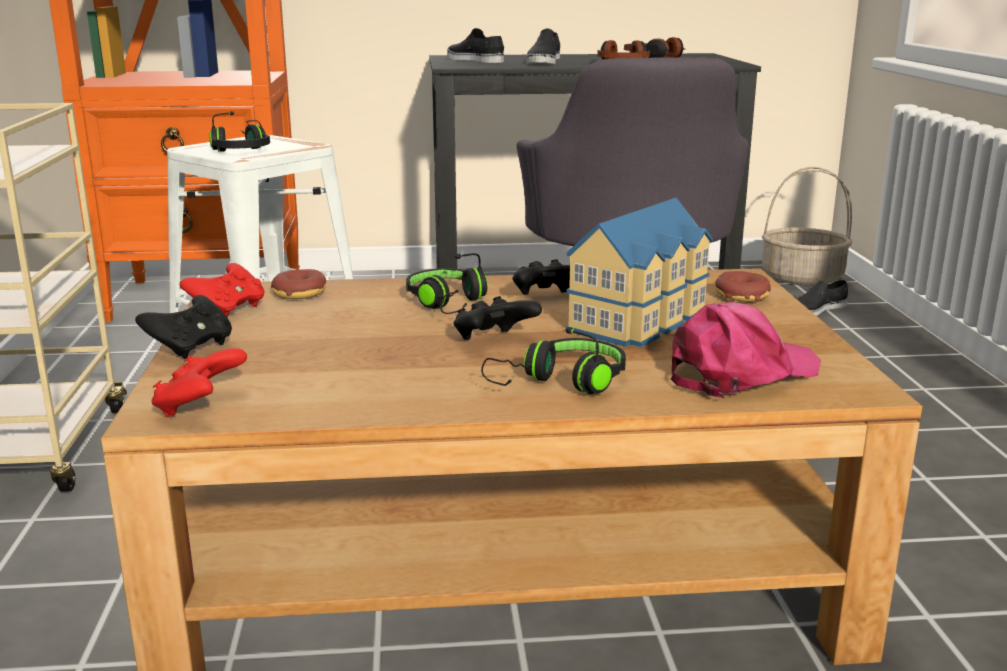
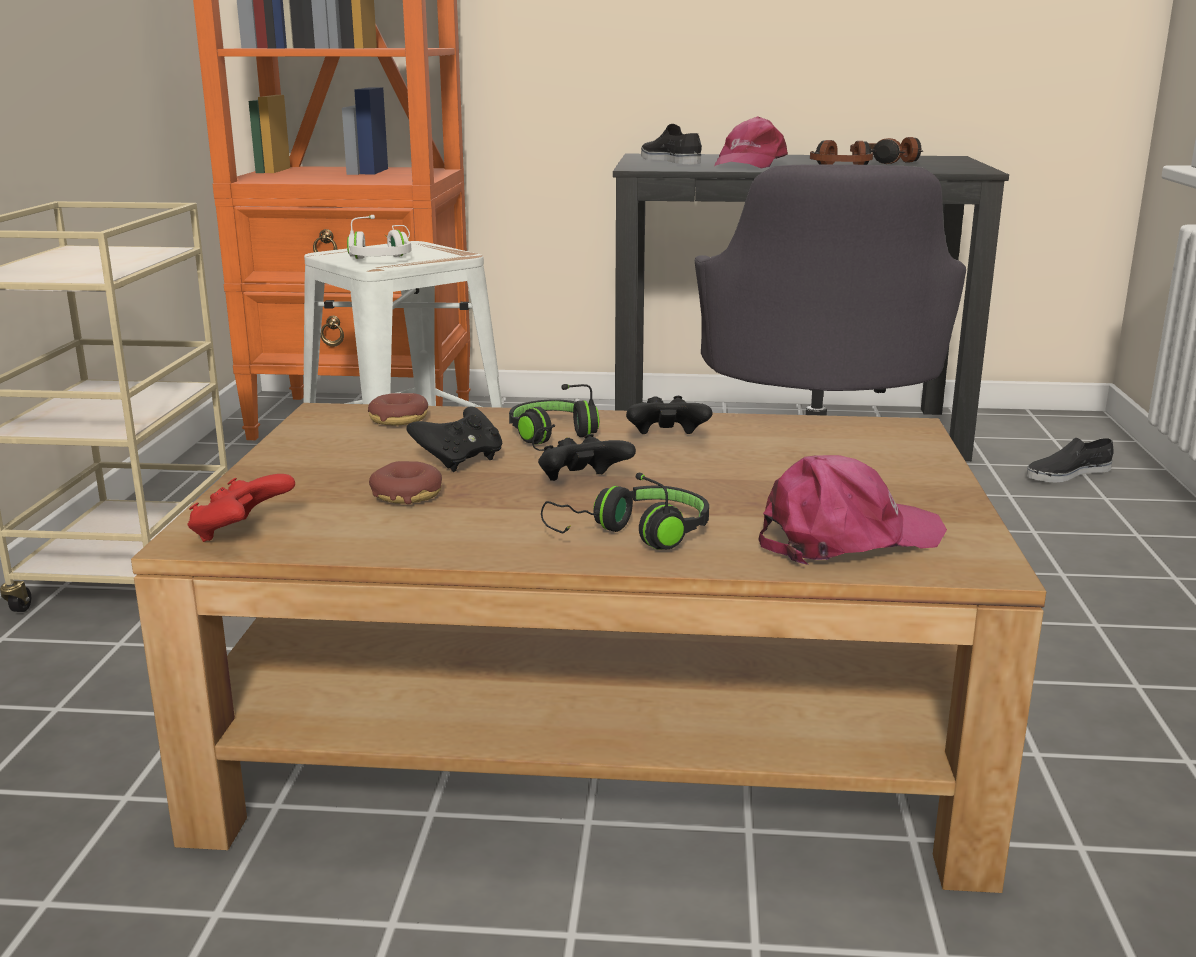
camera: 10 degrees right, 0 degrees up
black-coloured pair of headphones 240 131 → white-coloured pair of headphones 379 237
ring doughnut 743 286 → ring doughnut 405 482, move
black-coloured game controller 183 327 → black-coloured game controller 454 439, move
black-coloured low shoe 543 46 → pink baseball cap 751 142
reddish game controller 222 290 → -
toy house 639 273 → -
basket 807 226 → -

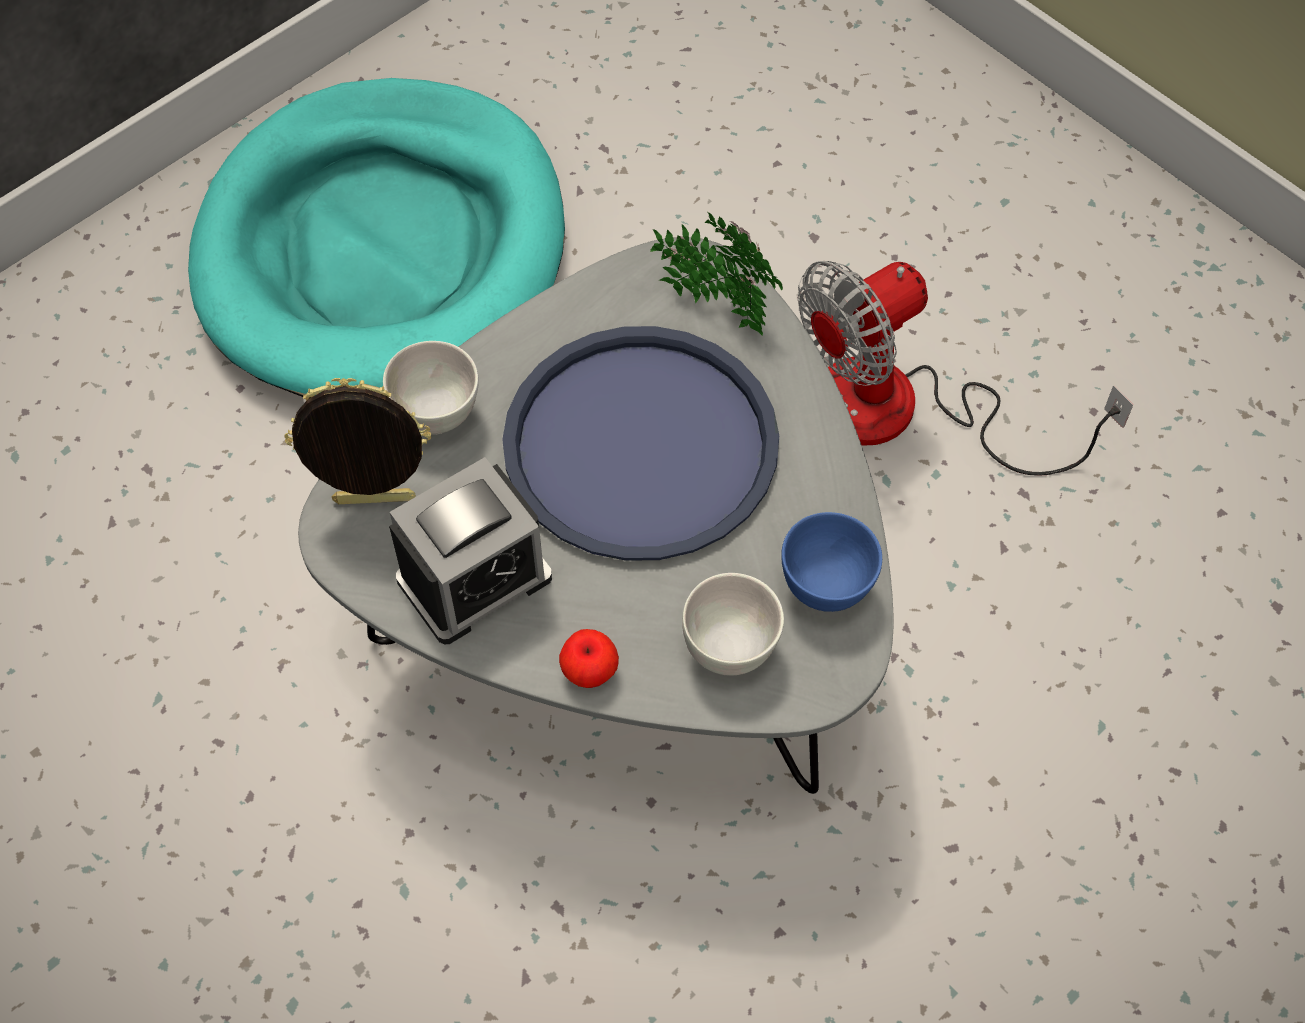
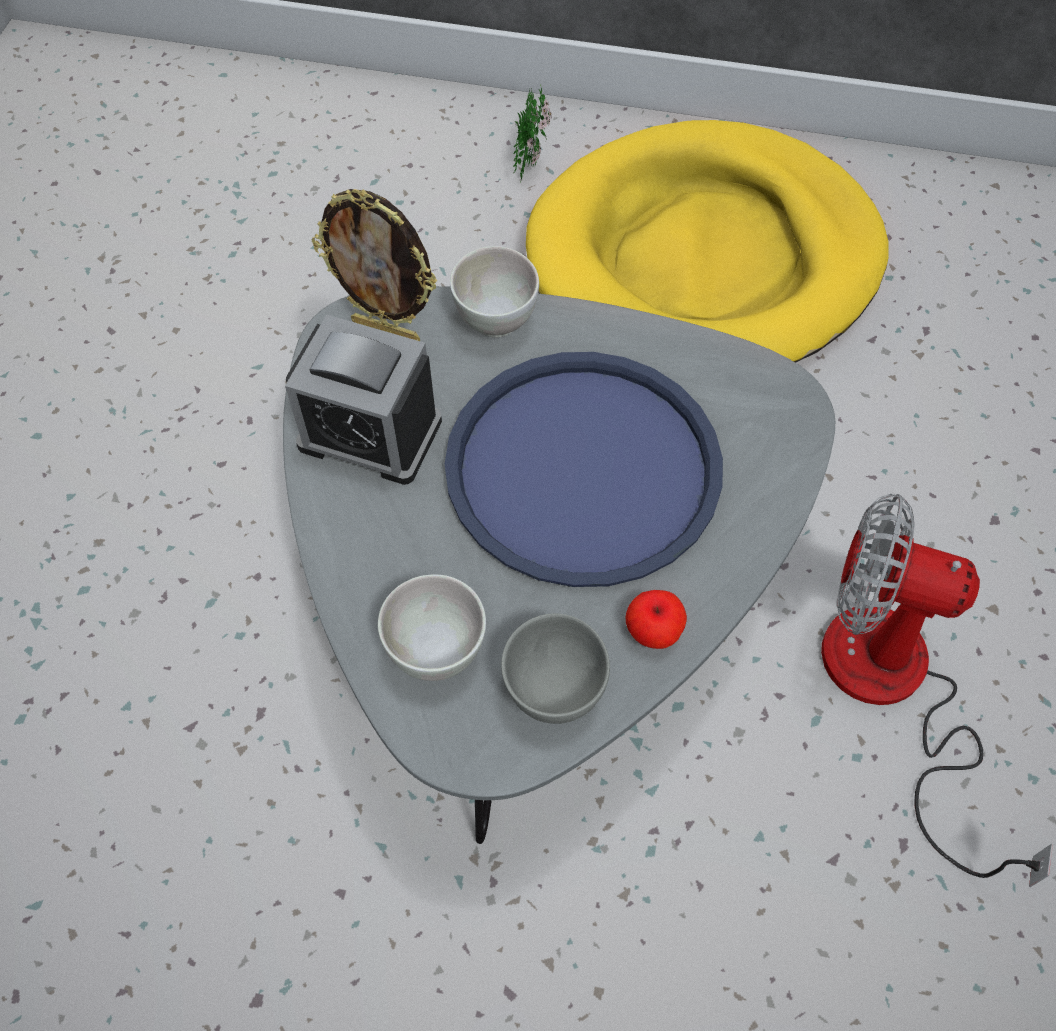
camera: 55 degrees right, 0 degrees up
standing frame 357 441 → standing frame 374 265, 150 degrees clockwise
bluish bowl 831 562 → greyish bowl 555 668
houseplant 716 273 → houseplant 532 132, move
blue-green pet bed 376 237 → yellowish pet bed 707 241
apple fruit 589 658 → apple fruit 656 619, move

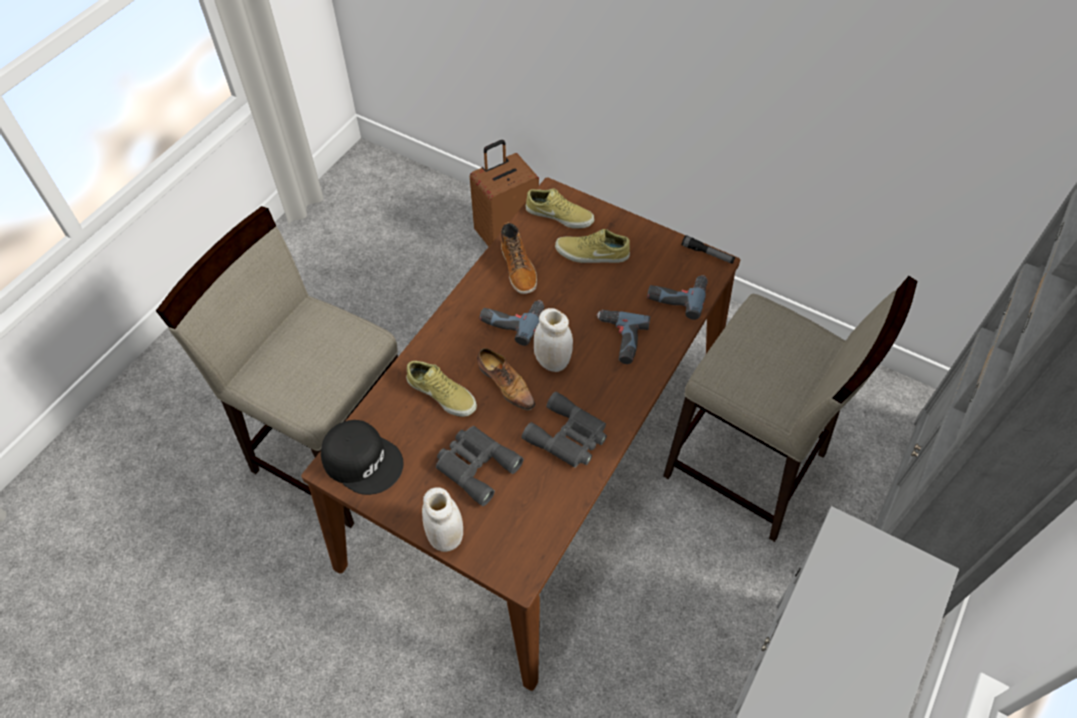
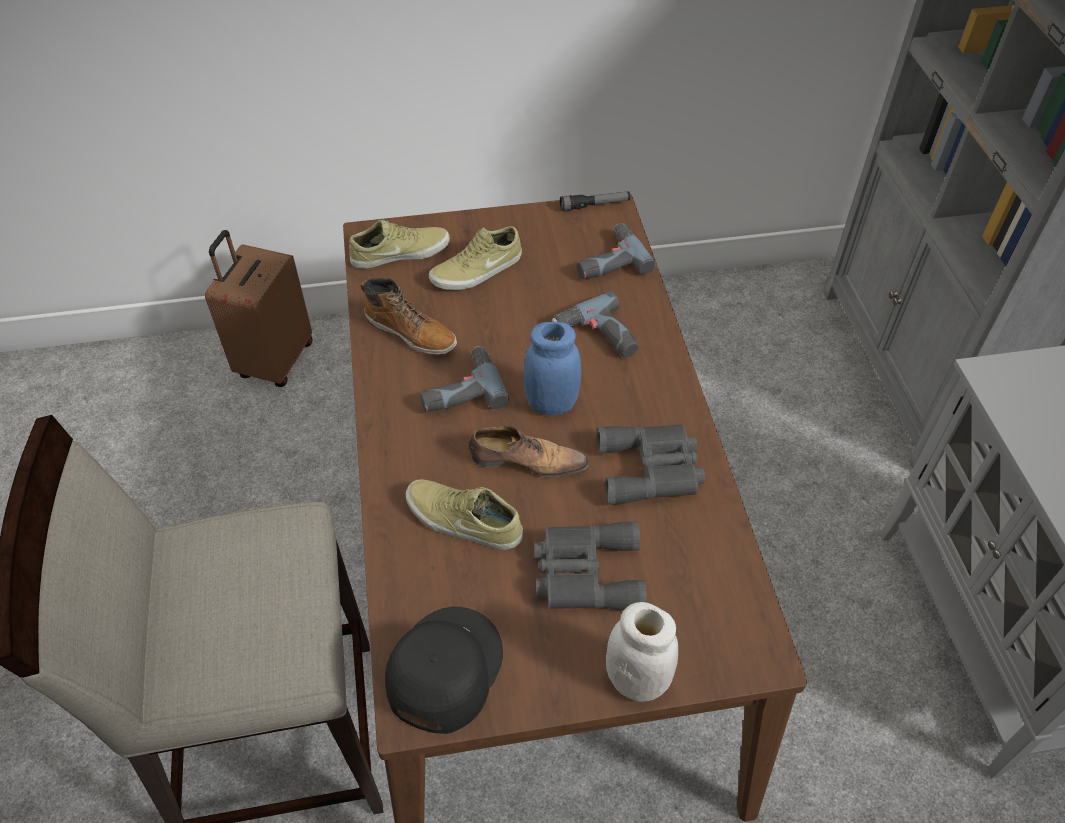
camera: 40 degrees left, 5 degrees down
black-coloured baseball cap 362 457 → black-coloured baseball cap 444 670, 60 degrees counterclockwise
sand-coloured low shoe 441 389 → sand-coloured low shoe 464 514, 150 degrees counterclockwise
white-coloured storage jar 553 340 → bluish storage jar 552 368
sand-coloured sitting stool 790 409 → -

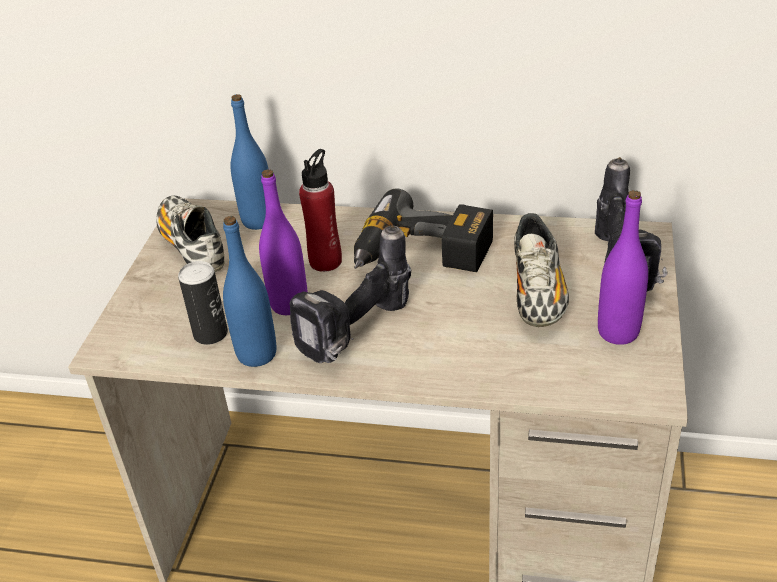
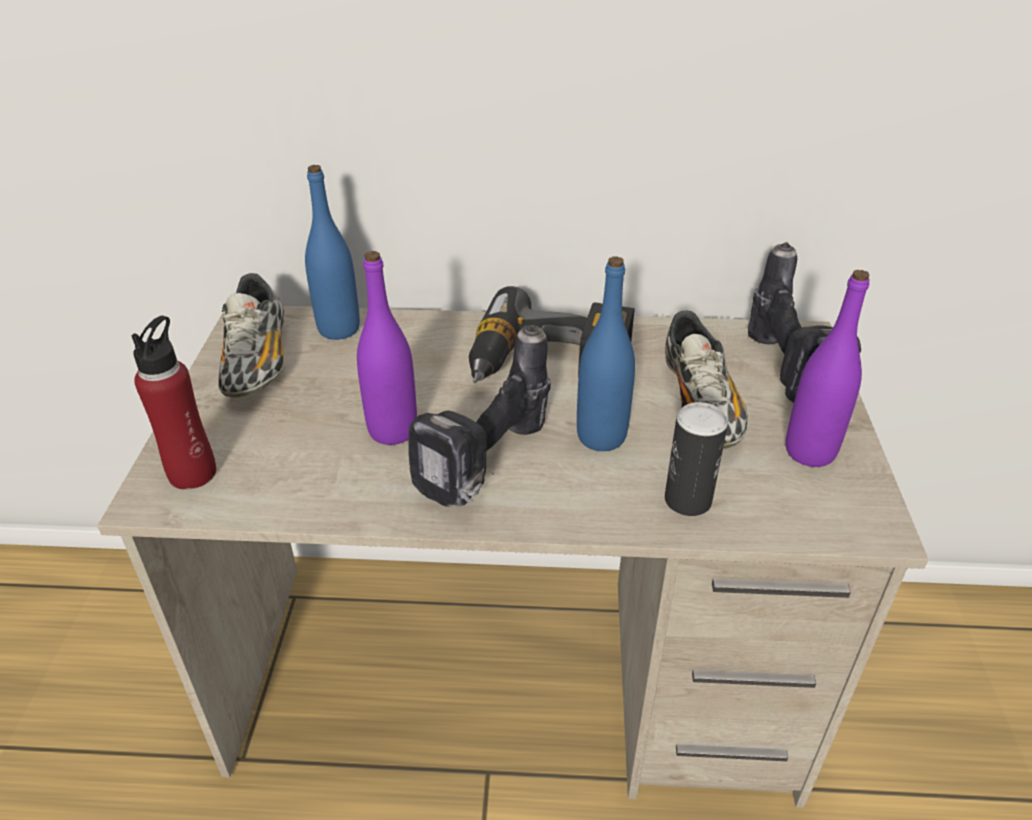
camera: 10 degrees left, 0 degrees up
reddish drink bottle 320 210 → reddish drink bottle 174 403, move
low shoe 190 233 → low shoe 251 335, 150 degrees counterclockwise
bluish drink bottle 249 291 → bluish drink bottle 606 353, move
sealed can 203 303 → sealed can 696 459, move

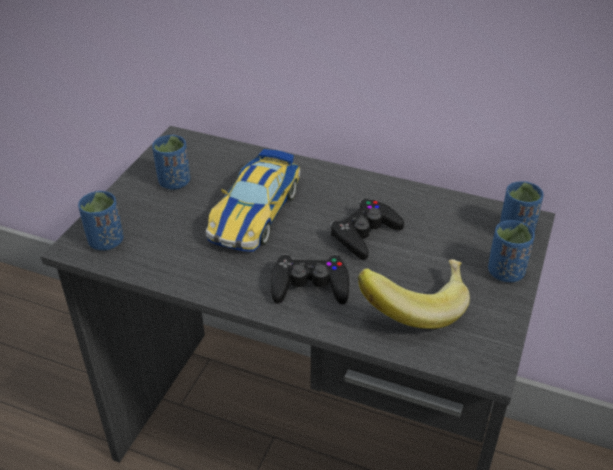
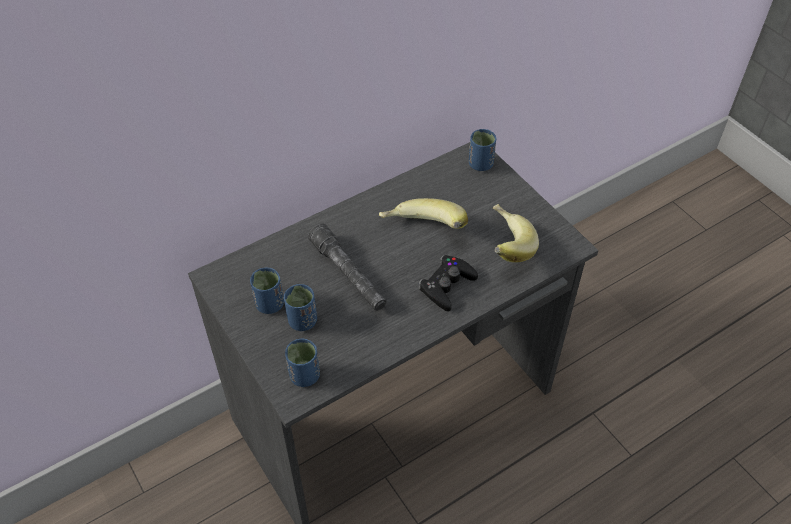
camera: 55 degrees left, 10 degrees up
bluish small cup 511 251 → bluish small cup 300 307, move
model car 253 200 → greyish flashlight 347 267
black-coloured game controller 367 229 → whole banana 423 213

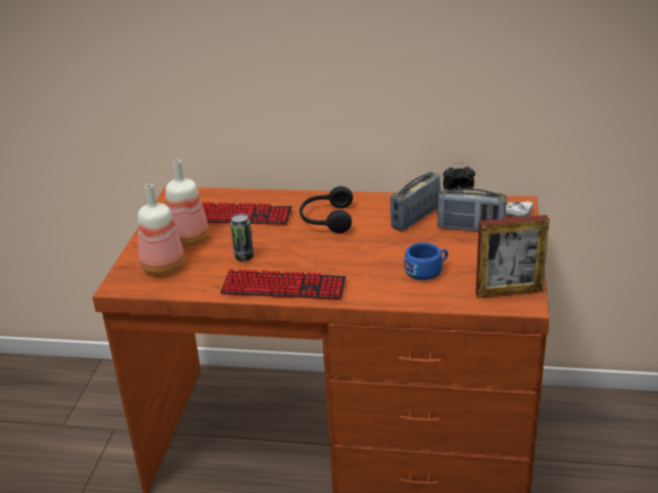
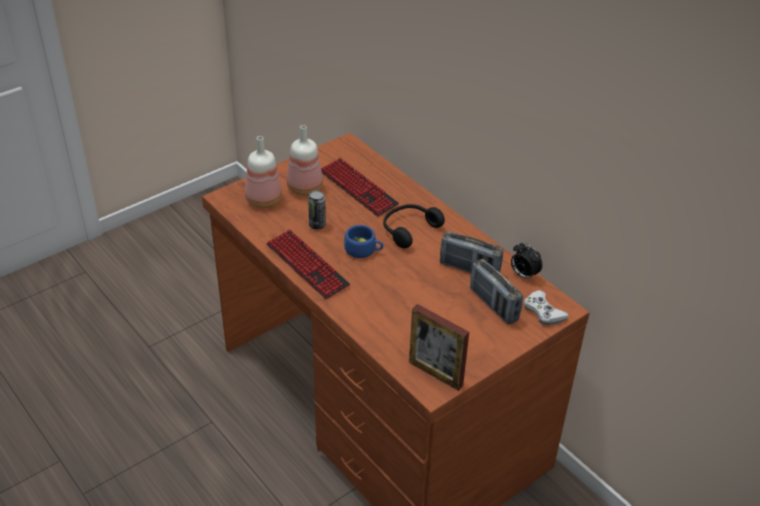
camera: 40 degrees right, 10 degrees up
bluish small cup 426 261 → bluish small cup 363 241, move
radio receiver 415 201 → radio receiver 471 252, 150 degrees counterclockwise

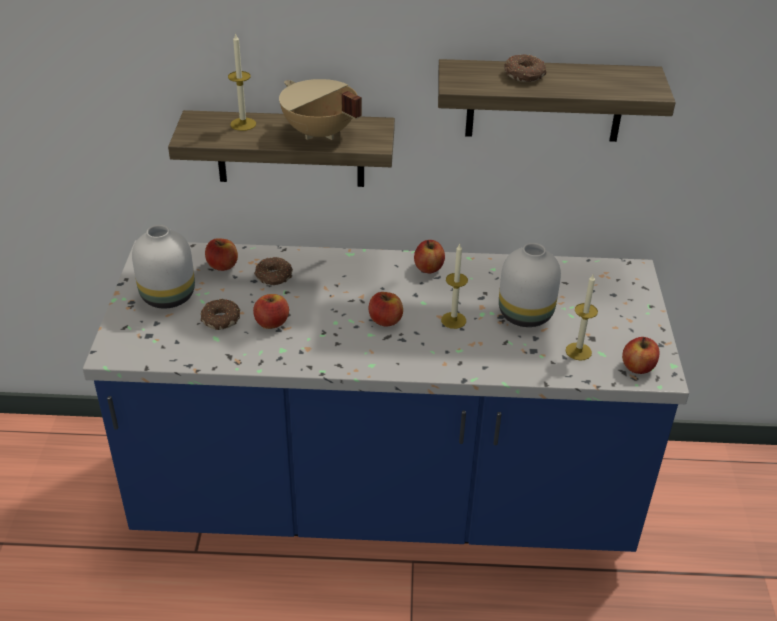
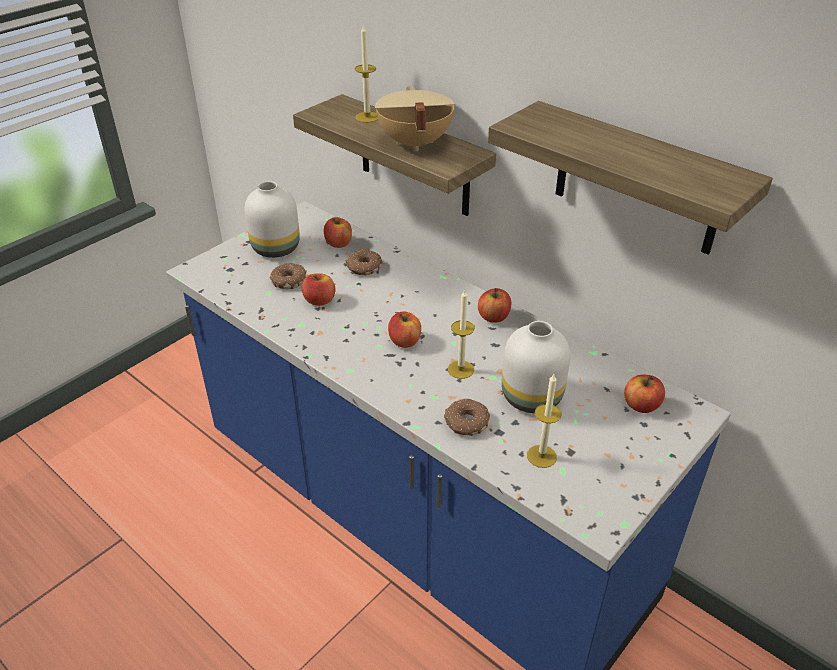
camera: 40 degrees right, 0 degrees up
ring doughnut 525 68 → ring doughnut 467 417, move
apple fruit 641 355 → apple fruit 644 394, move

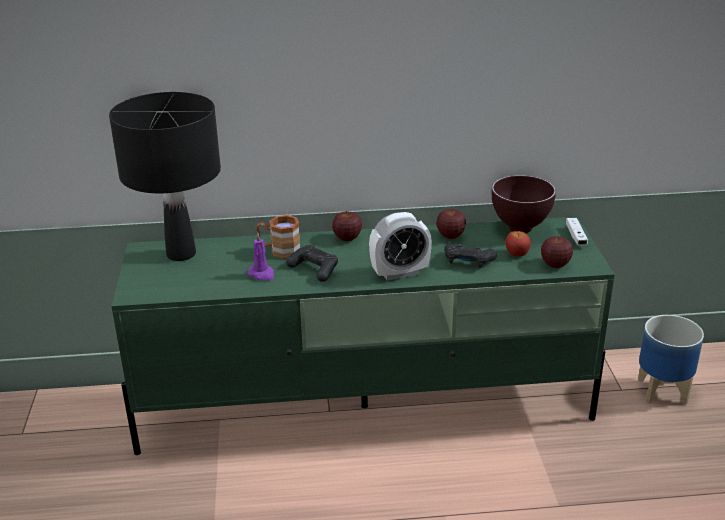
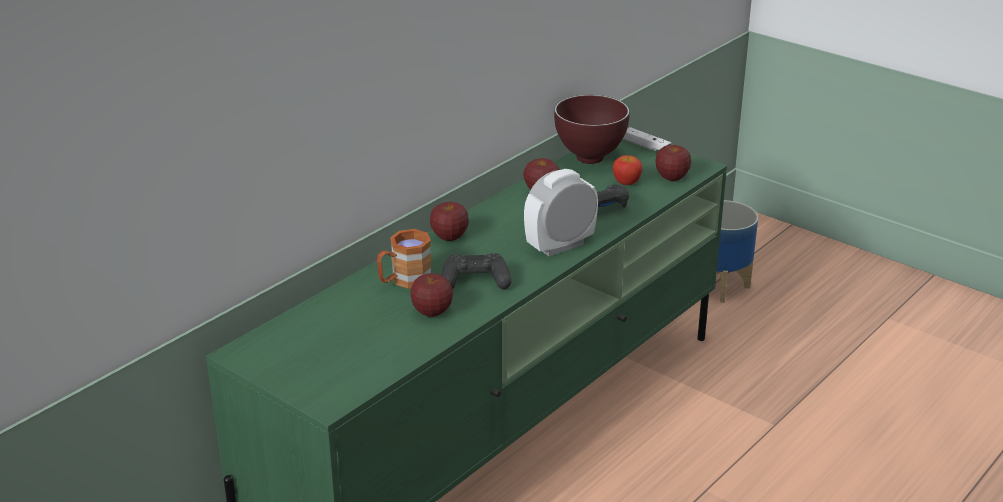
camera: 45 degrees left, 0 degrees up
purplish wax candle 260 256 → apple fruit 431 295
table clock 400 246 → table clock 561 212, 150 degrees counterclockwise
black-coloured tabletop lamp 165 176 → -

